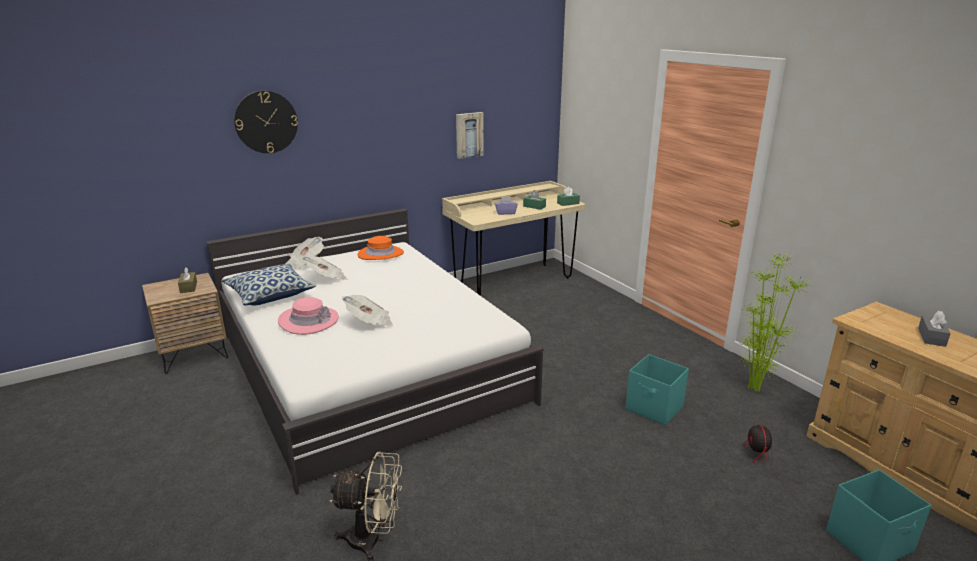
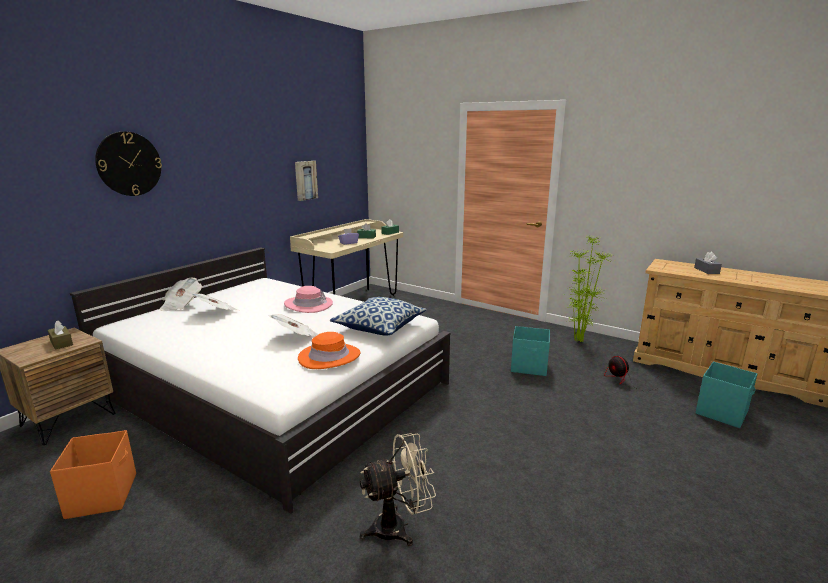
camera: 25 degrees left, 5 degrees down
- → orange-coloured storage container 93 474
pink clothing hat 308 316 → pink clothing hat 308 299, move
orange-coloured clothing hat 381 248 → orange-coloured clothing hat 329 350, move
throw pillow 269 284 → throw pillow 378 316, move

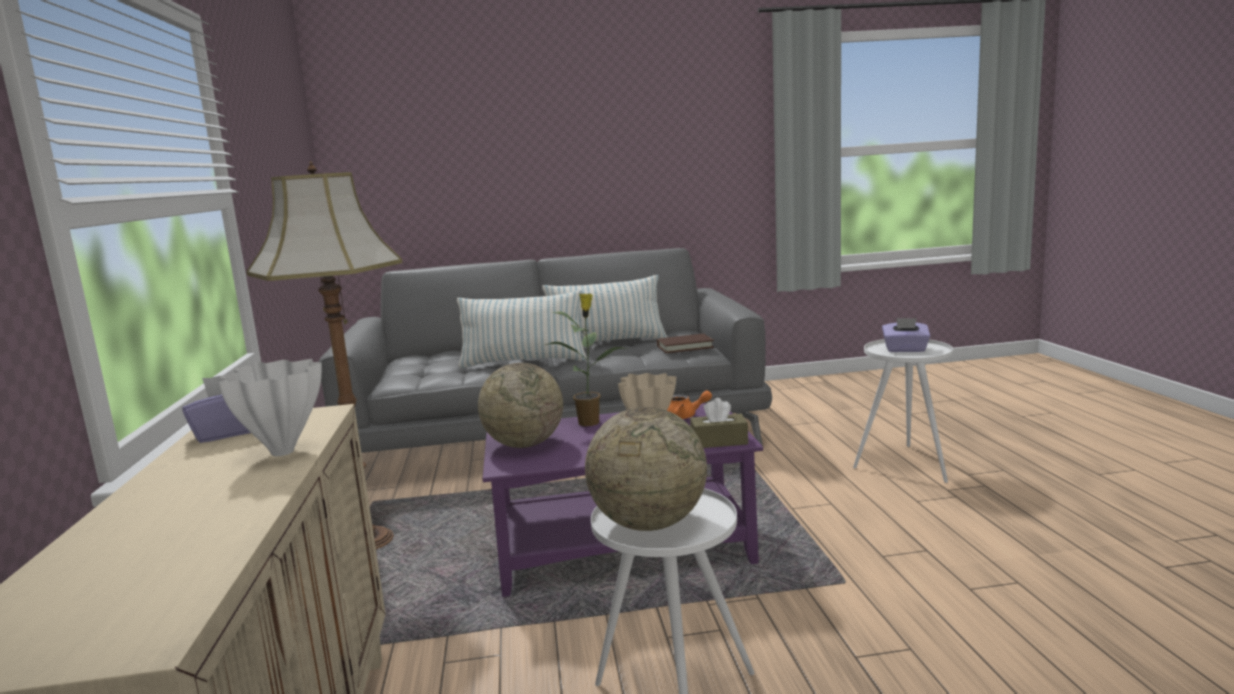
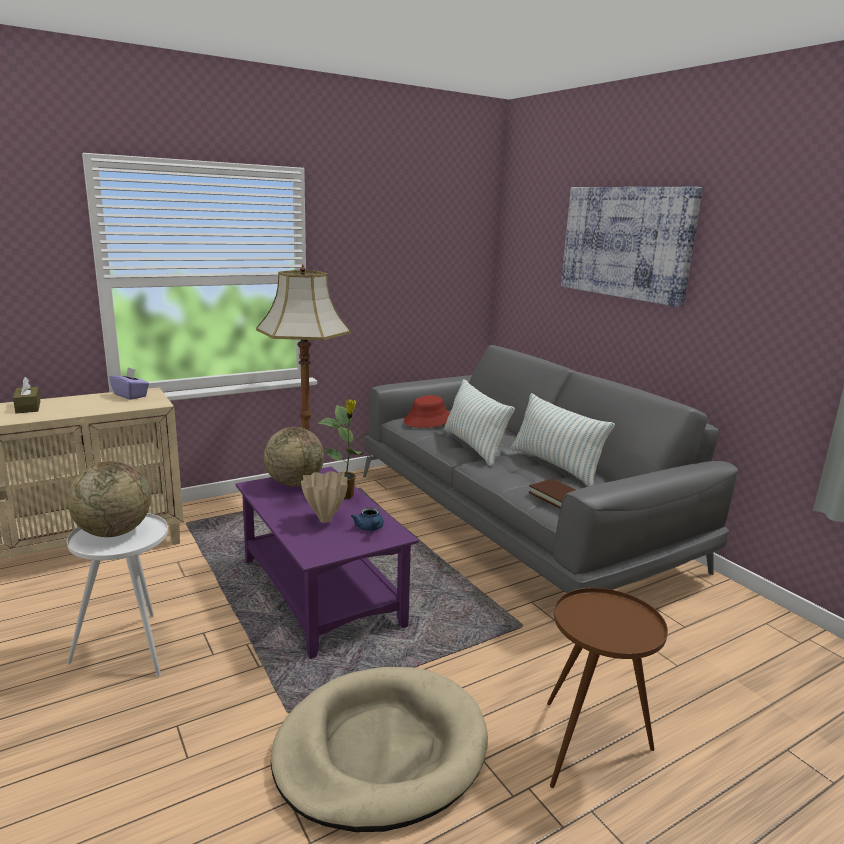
camera: 65 degrees right, 5 degrees up
brown-coloured tissue box 719 423 → brown-coloured tissue box 26 395, move
- → sand-coloured pet bed 379 749
orange-coloured teapot 689 405 → bluish teapot 367 519
- → reddish clothing hat 427 411
white-coloured end table 903 411 → brown-coloured end table 607 688
- → wall art 632 247
white-coloured vase 270 407 → -
purplish tissue box 906 335 → -

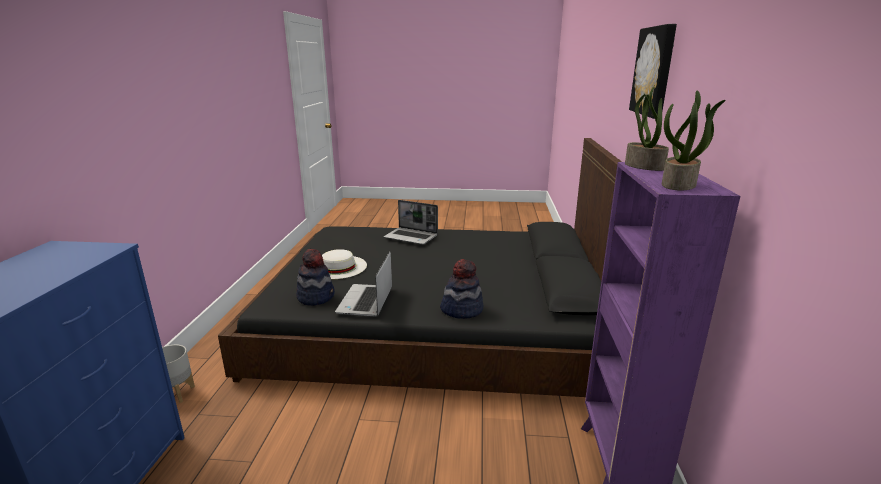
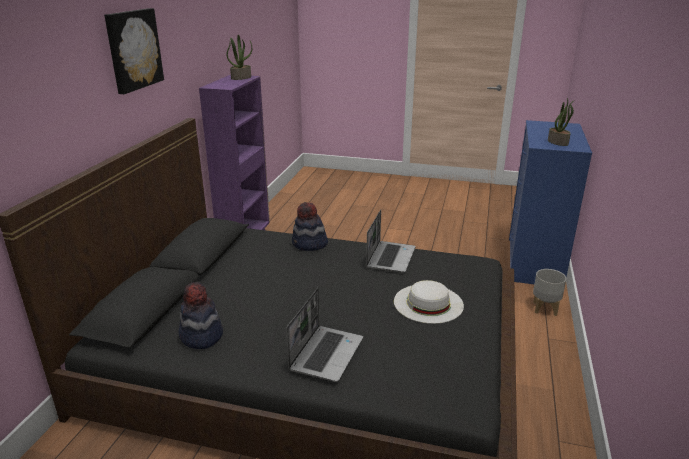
camera: 170 degrees left, 5 degrees up
clothing hat 315 277 → clothing hat 201 315, move
portable computer 411 222 → portable computer 324 335, 75 degrees clockwise
houseplant 647 128 → houseplant 561 122, move

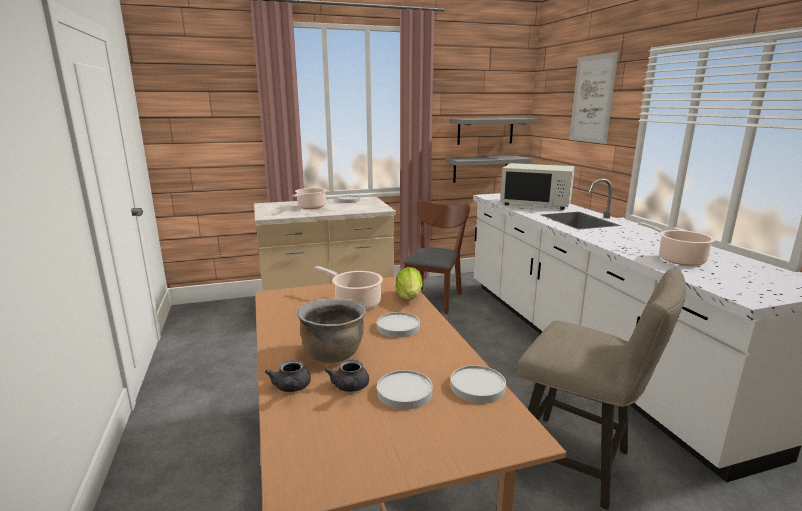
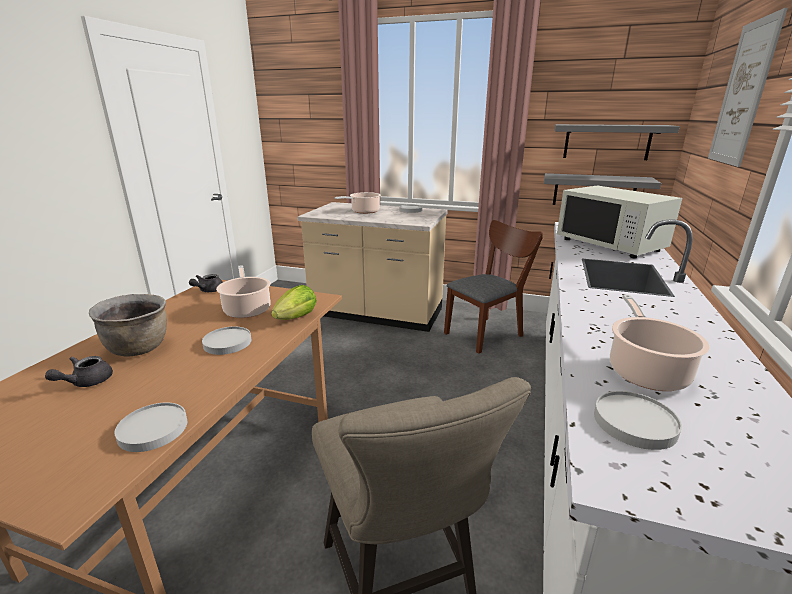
camera: 35 degrees right, 5 degrees up
greyish teapot 288 376 → greyish teapot 206 283, move
white-coloured flat dish 405 390 → white-coloured flat dish 638 420, move

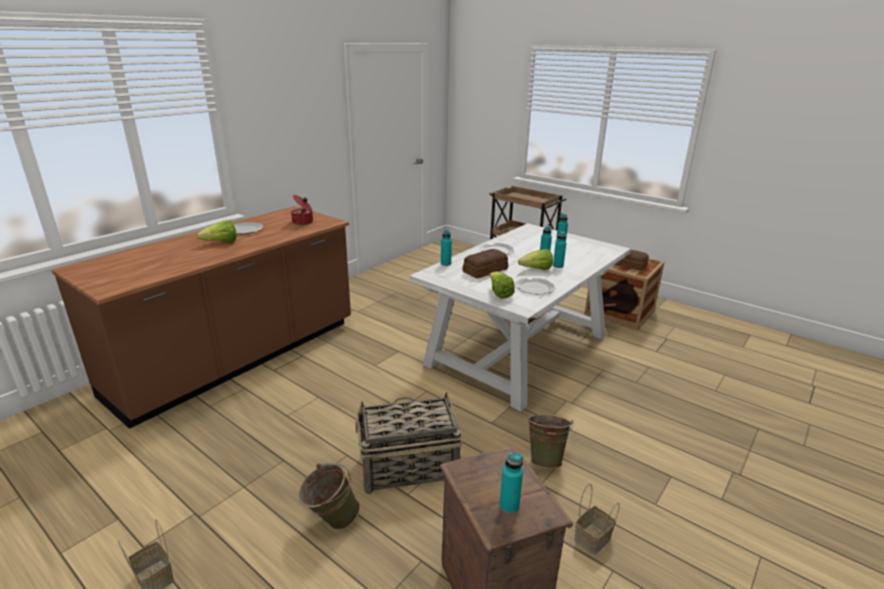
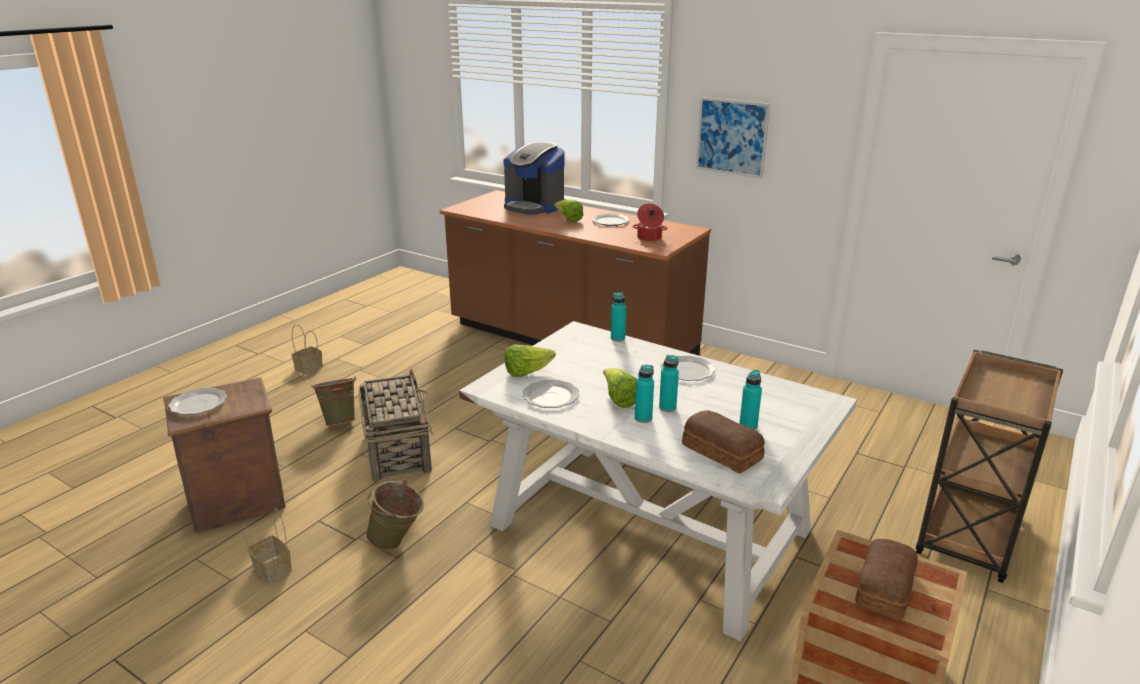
camera: 85 degrees right, 0 degrees up
blue-green drink bottle 511 483 → flat dish 197 401
- → coffee maker 534 178
bread 485 264 → bread 723 442, move
- → wall art 733 137

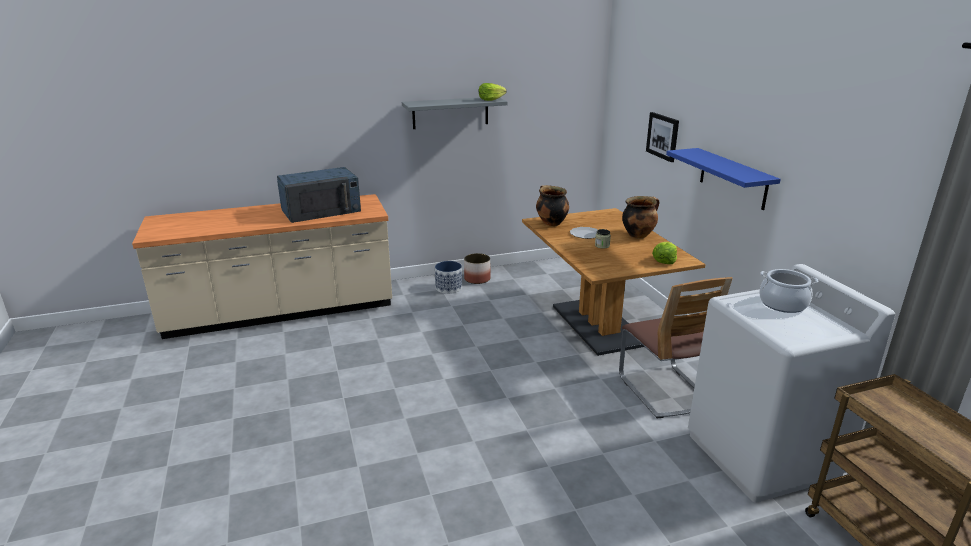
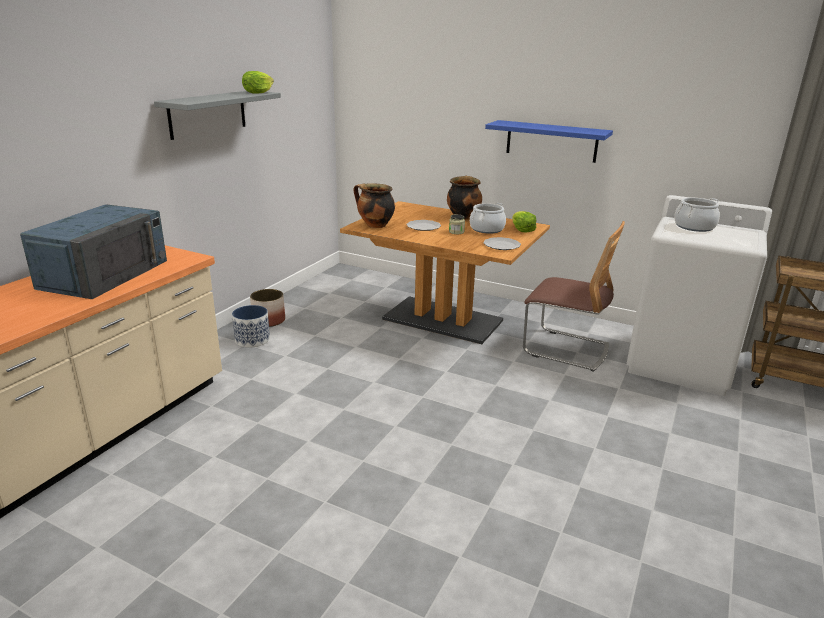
camera: 45 degrees left, 0 degrees up
- → cooking pot 488 218
- → flat dish 502 243
wall art 662 137 → -

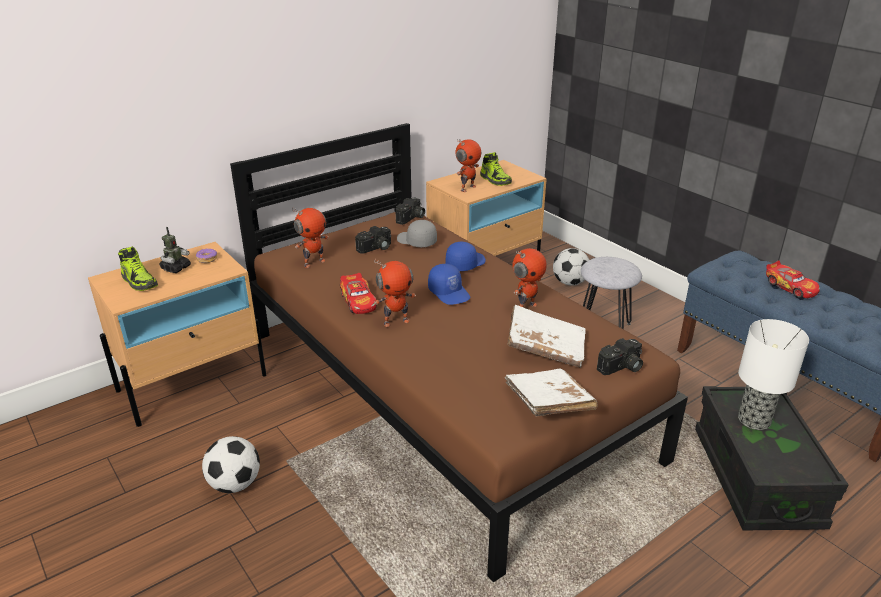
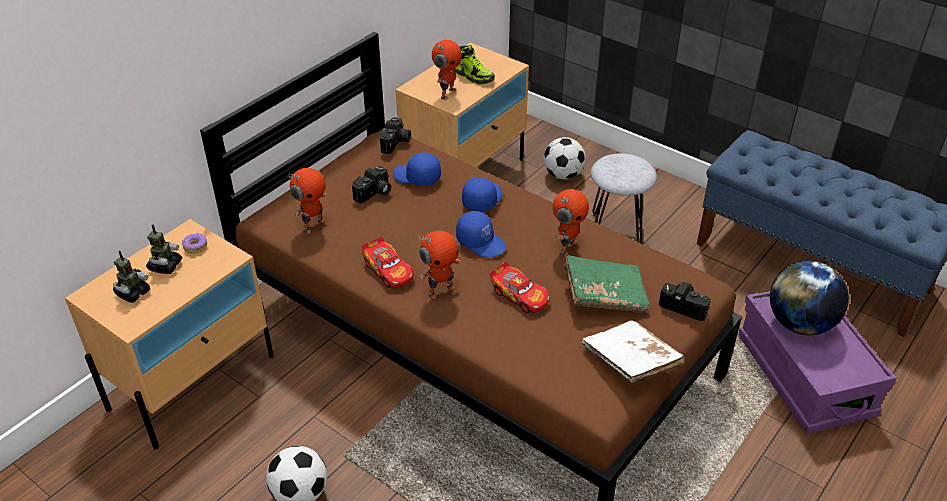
camera: 15 degrees left, 10 degrees up
low shoe 138 268 → robot figure 131 277
greyish baseball cap 417 233 → bluish baseball cap 417 169
model car 793 279 → model car 520 287, move
white-coloured book 547 336 → green book 607 284
still camera 620 356 → still camera 685 301, 105 degrees counterclockwise
black-coloured storage container 772 458 → purplish storage container 817 362
tabletop lamp 773 374 → world globe 809 297

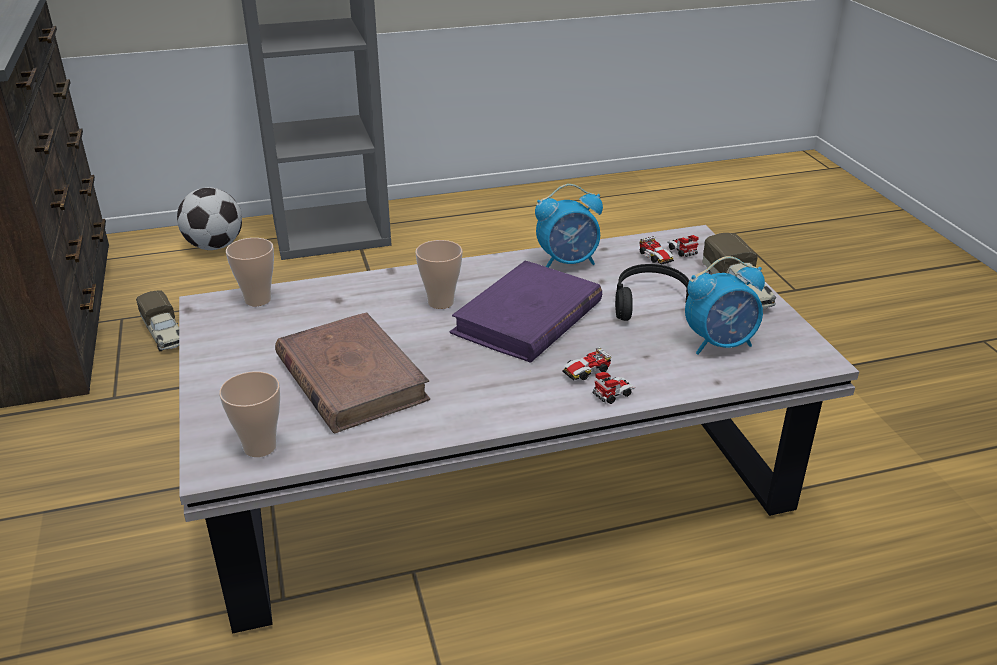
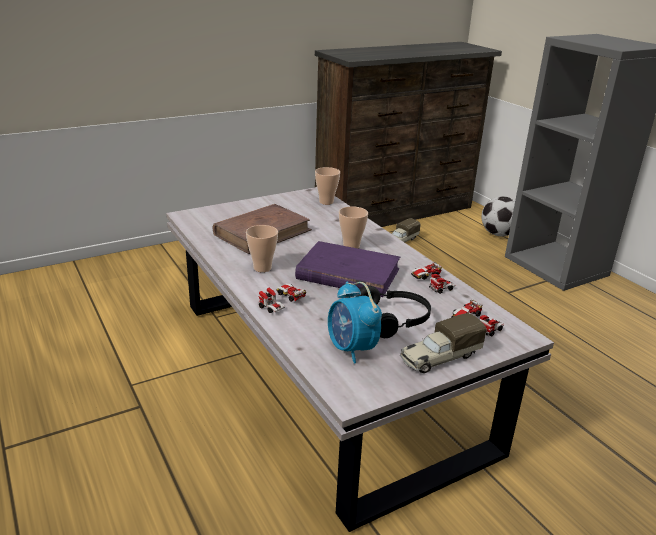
camera: 75 degrees right, 5 degrees down
small cup 249 414 → small cup 262 248, move
table clock 569 226 → model car 433 278

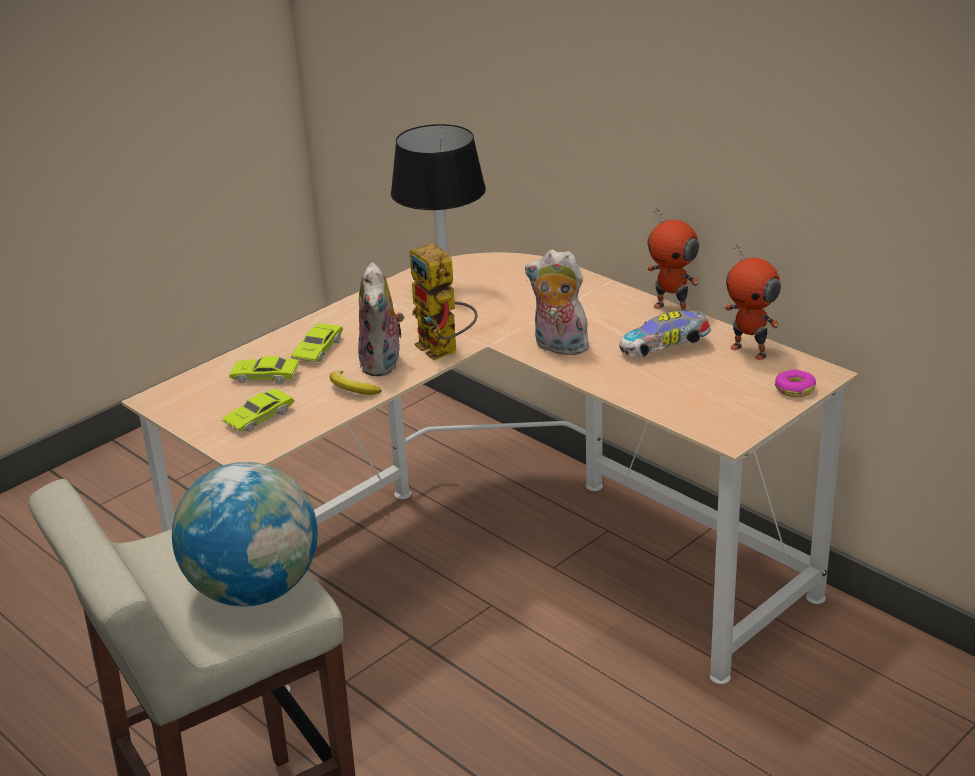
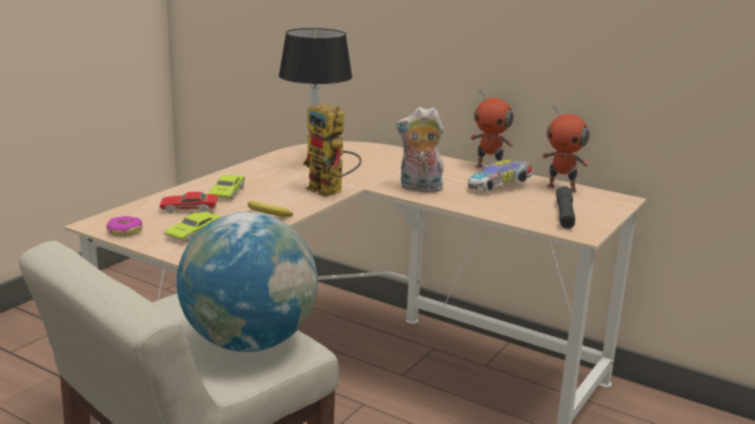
camera: 15 degrees left, 10 degrees down
ring doughnut 795 383 → ring doughnut 124 226, move
green model car 264 370 → reddish model car 188 202
- → greyish flashlight 565 207
soft toy 381 319 → -

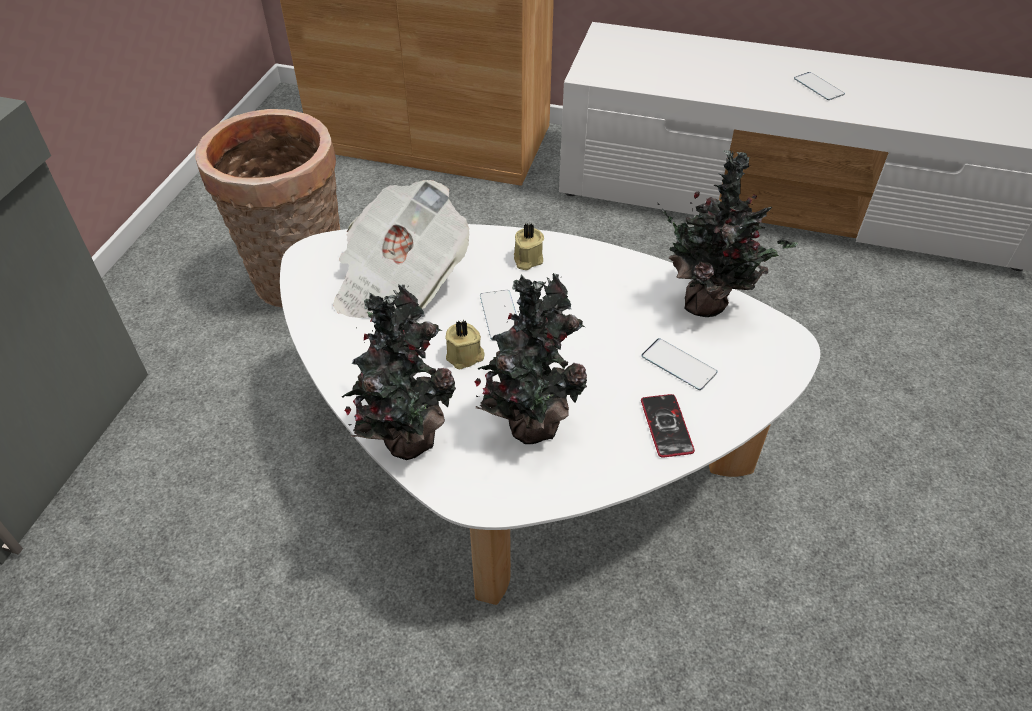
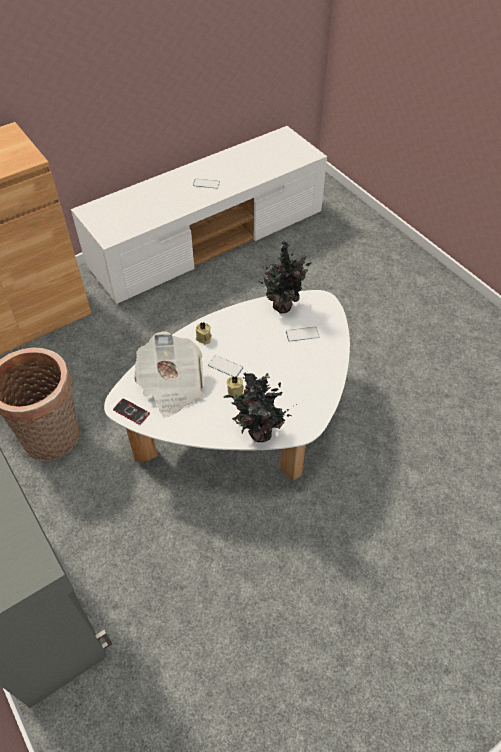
camera: 50 degrees left, 5 degrees up
telephone 668 426 → telephone 131 412, move
houseplant 531 358 → -

